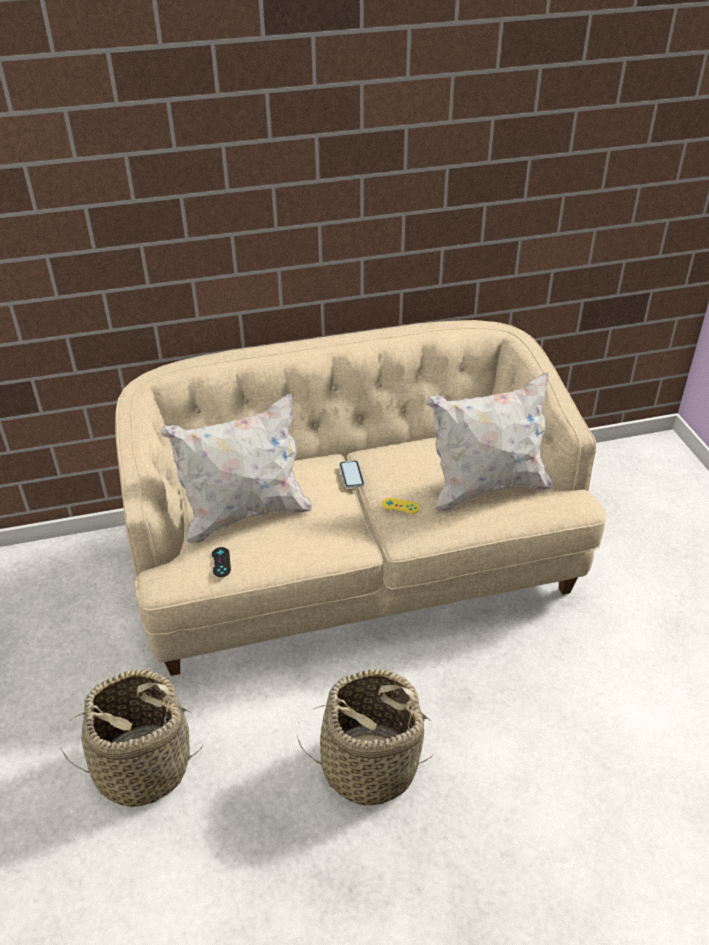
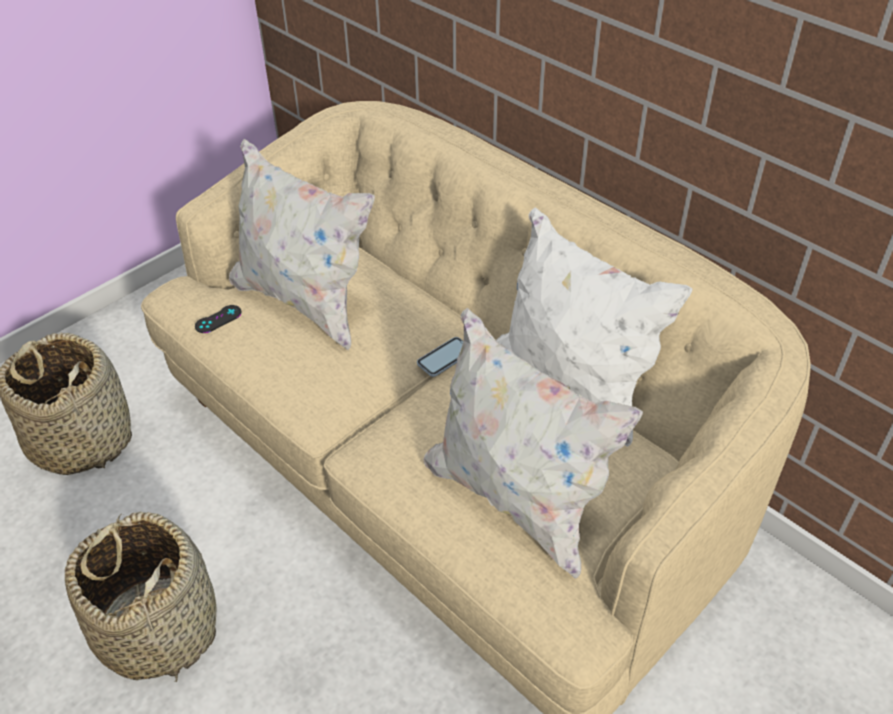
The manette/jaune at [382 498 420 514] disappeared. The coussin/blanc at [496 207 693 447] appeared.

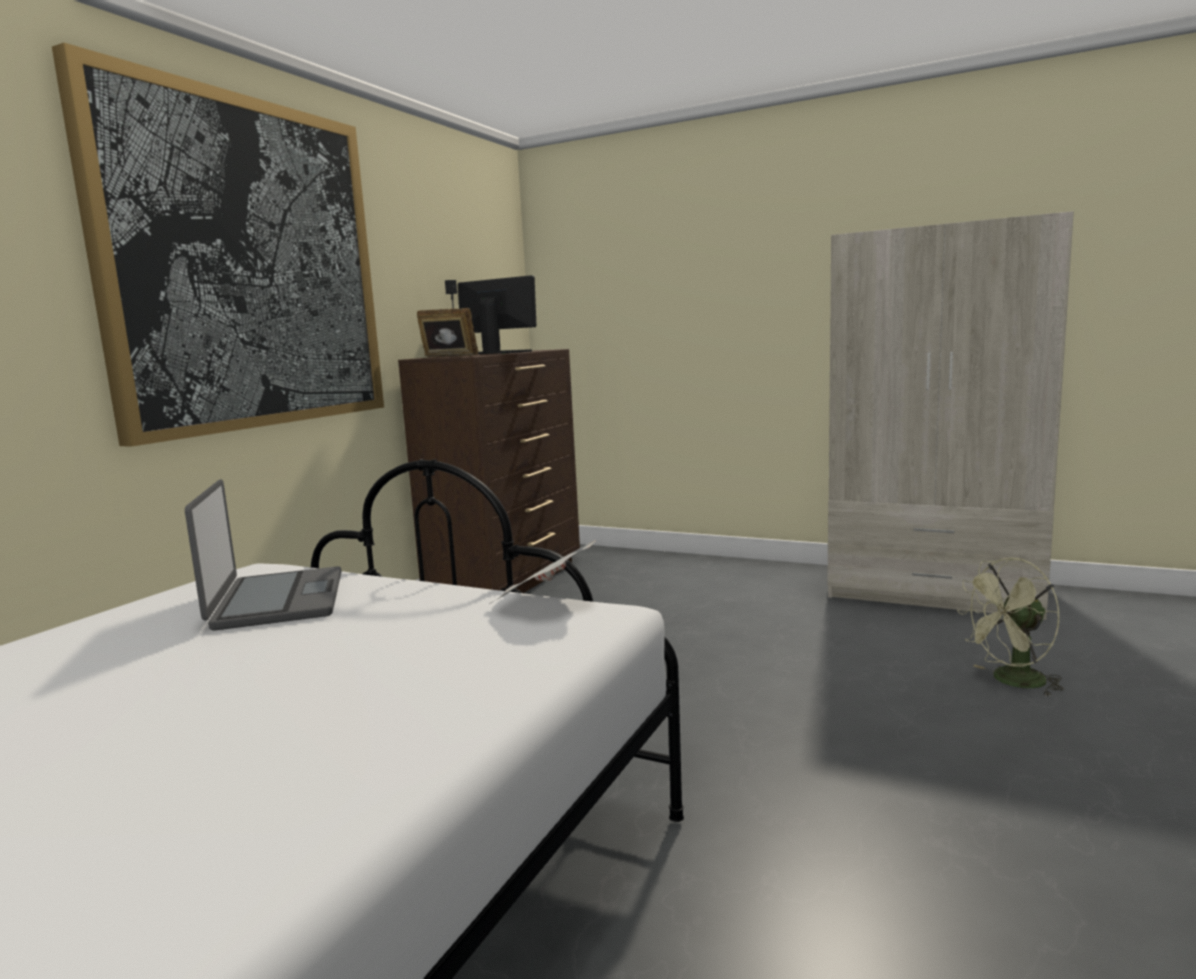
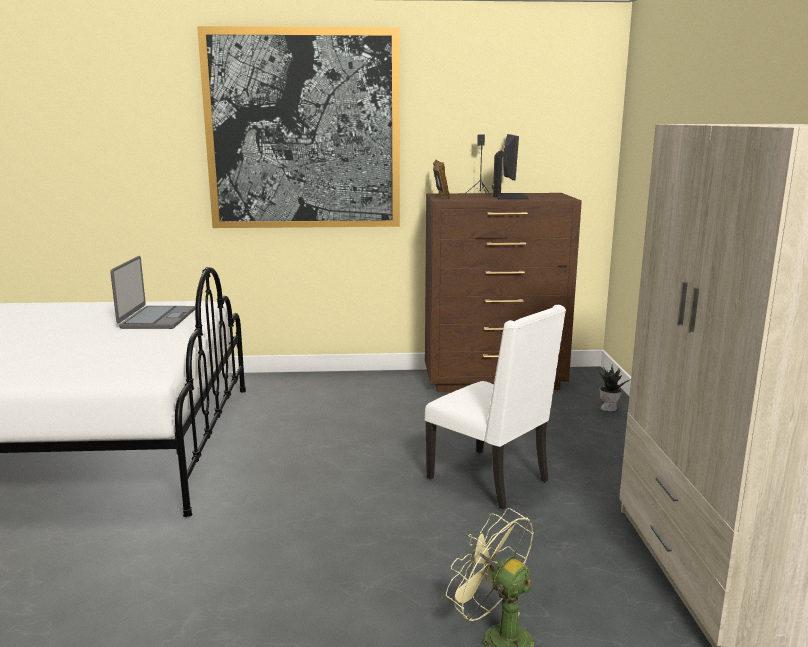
The ordinateur portable at [185 479 341 631] turned 45 degrees counterclockwise. The journal at [489 540 596 604] disappeared. The chaise/blanc at [425 305 566 509] appeared. The plante en pot at [599 366 631 412] appeared.

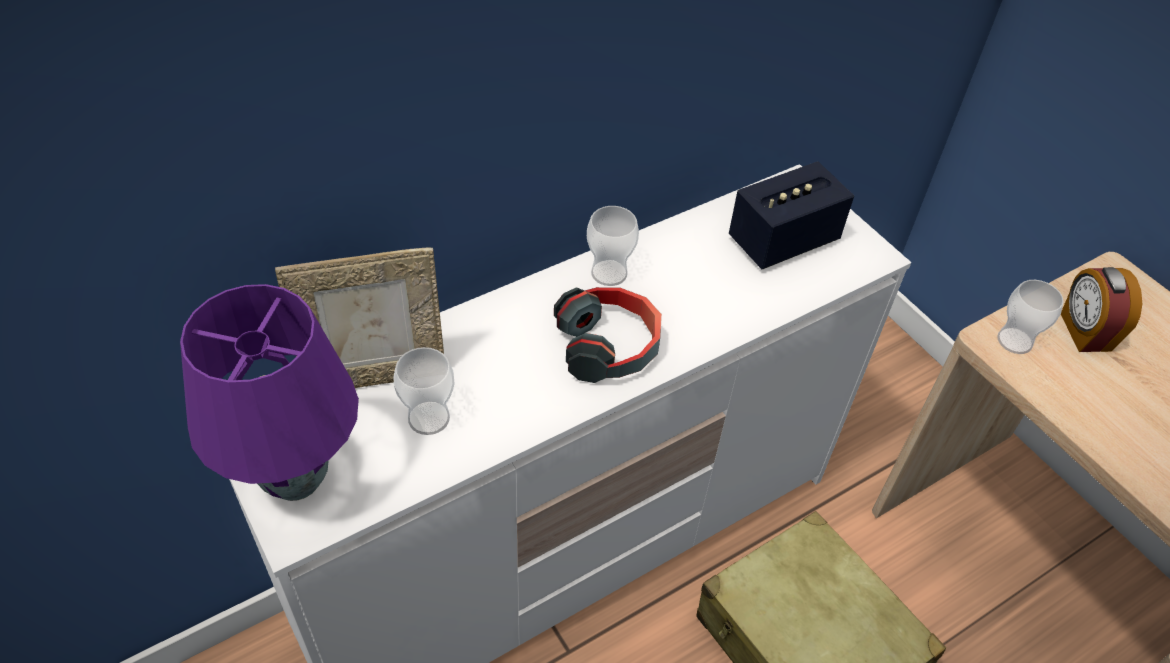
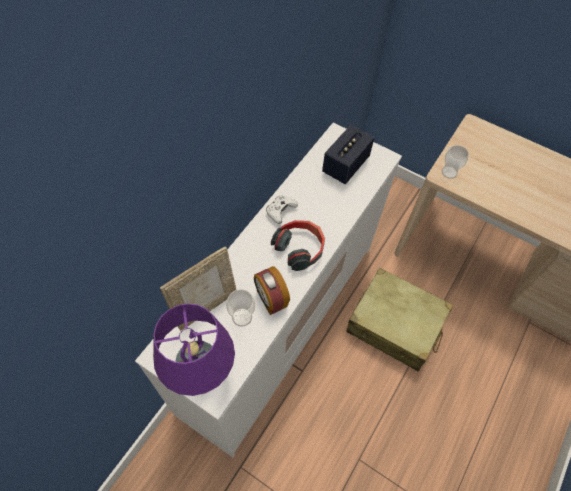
The tasse at [587 206 639 286] was replaced by the manette/blanc at [266 195 298 224]. The réveil moved from [1061 267 1142 352] to [254 266 290 315].

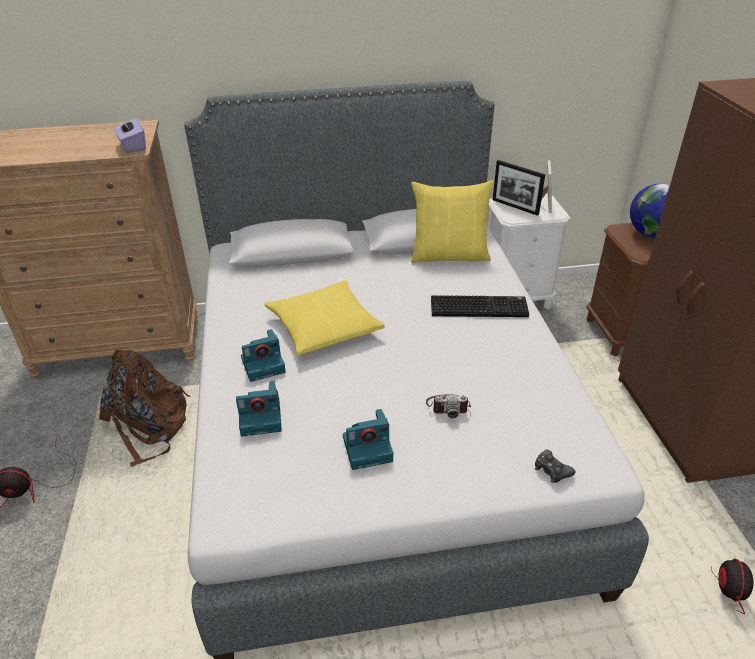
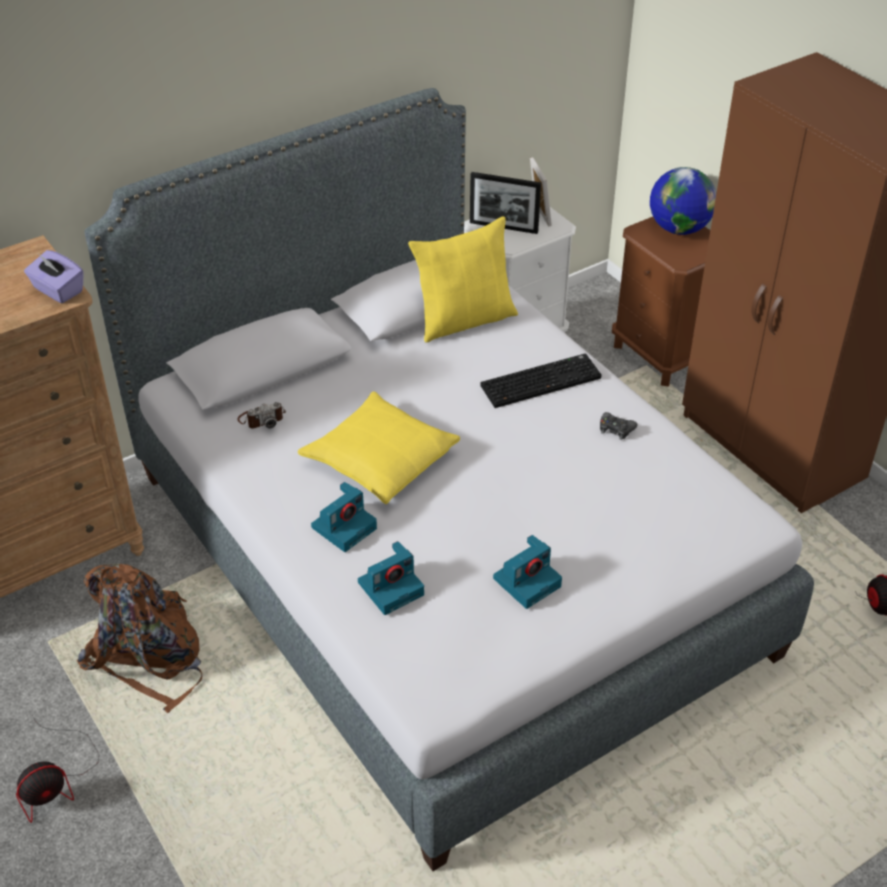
The appareil photo moved from [426 394 471 419] to [237 402 286 429]. The manette/noir moved from [535 450 576 483] to [600 412 637 440].

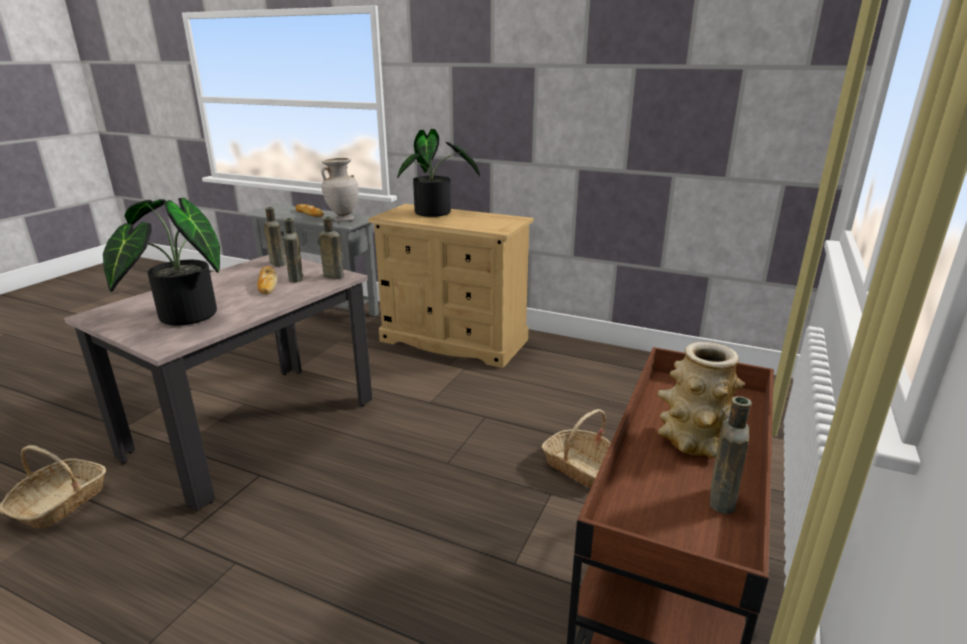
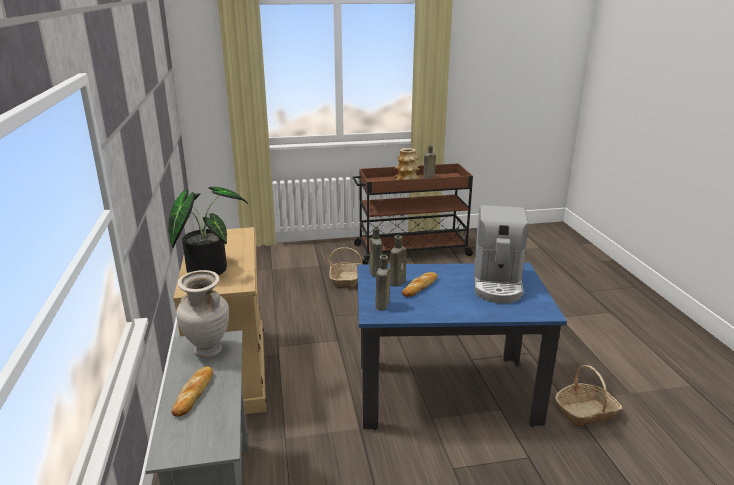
The table à manger/beige at [64 254 372 511] became the table à manger/bleu at [357 263 567 430]. The plante en pot at [103 198 220 326] was replaced by the machine à café at [474 205 529 303].

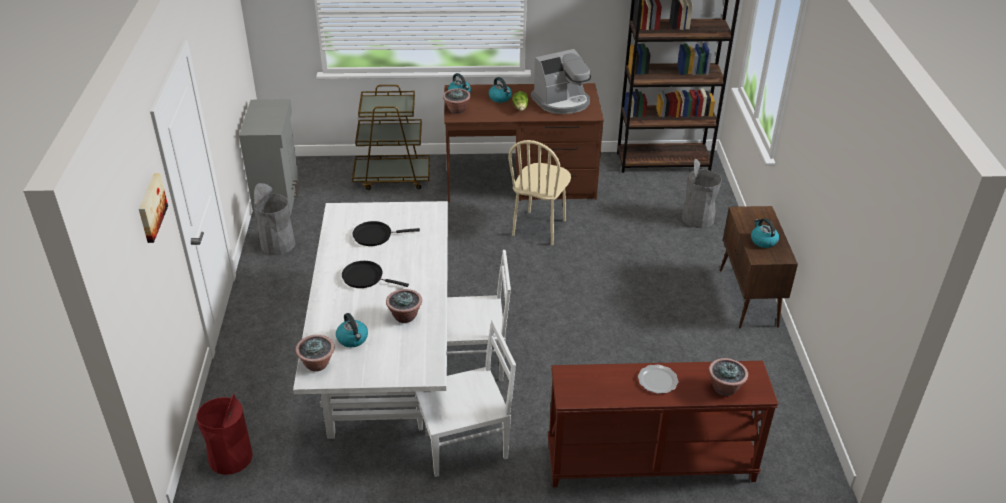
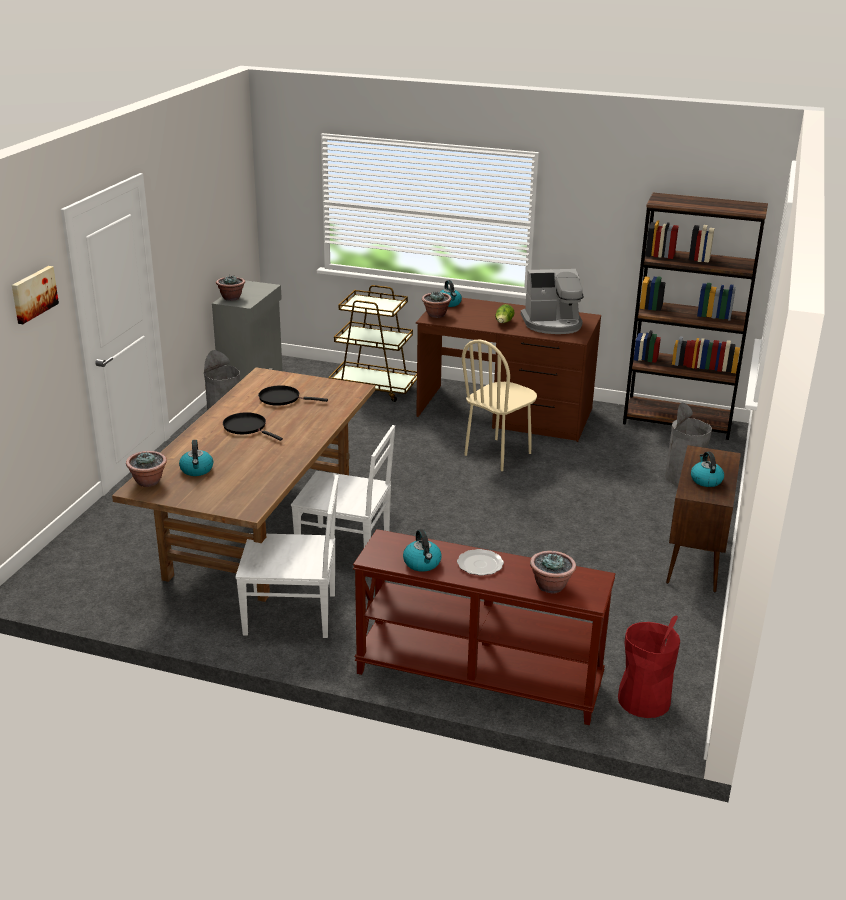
The poubelle/rouge moved from [196 393 253 475] to [618 615 680 718]. The table à manger/blanc at [293 201 448 439] became the table à manger/marron at [112 367 375 602]. The plante en pot moved from [386 289 422 323] to [216 275 245 301]. The bouilloire moved from [489 77 512 103] to [403 529 442 572].

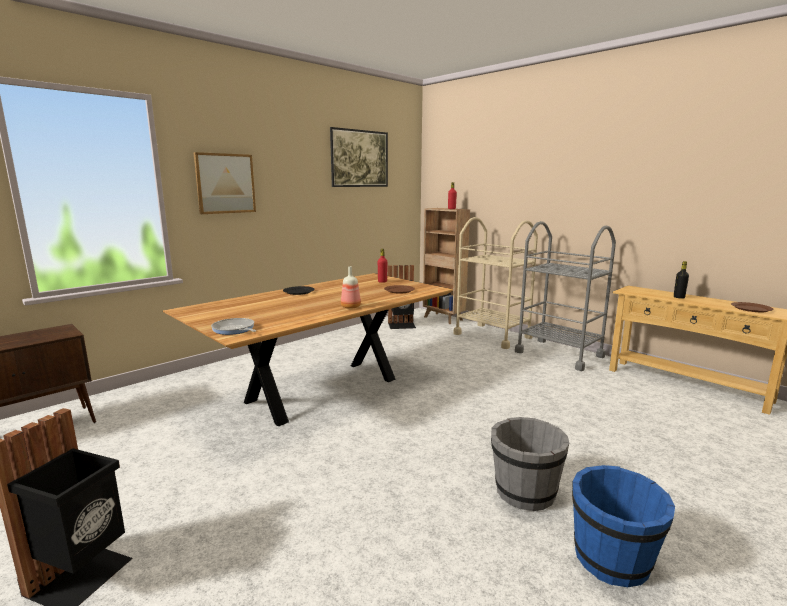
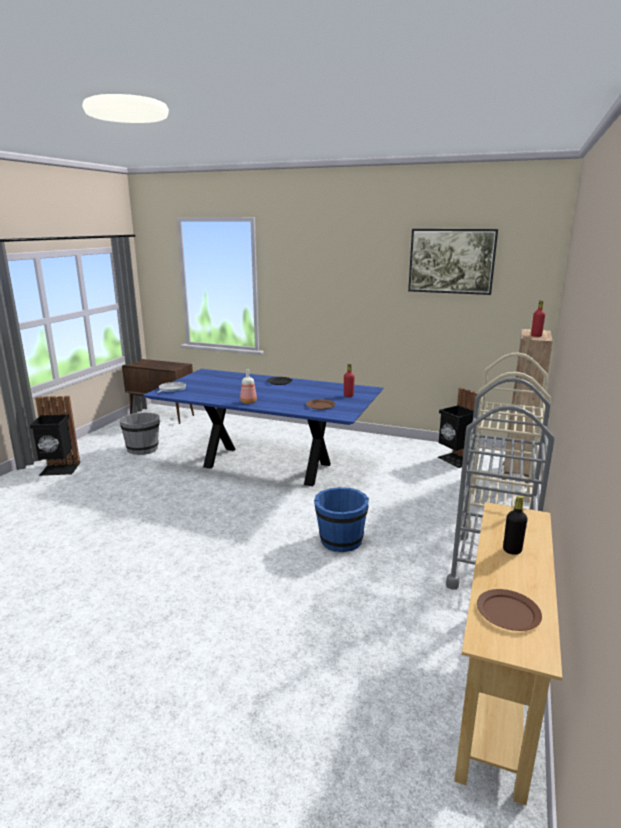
The table à manger/marron at [163 273 453 426] became the table à manger/bleu at [143 369 384 486]. The tableau at [193 152 256 214] disappeared. The seau/gris moved from [491 417 569 511] to [119 412 160 455]. The seau/bleu moved from [572 465 675 587] to [314 487 369 552].

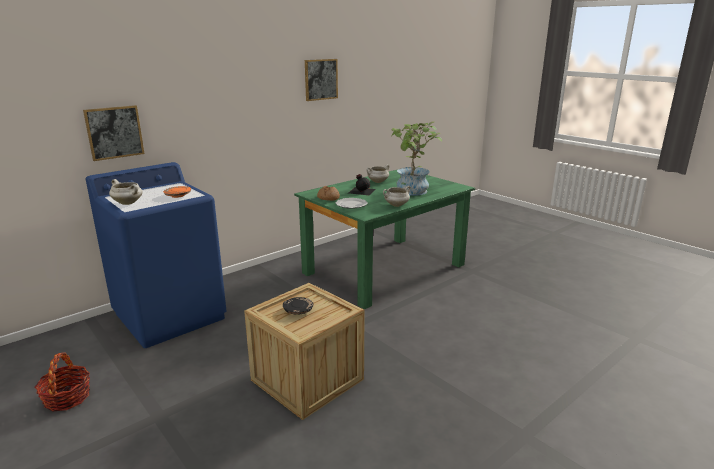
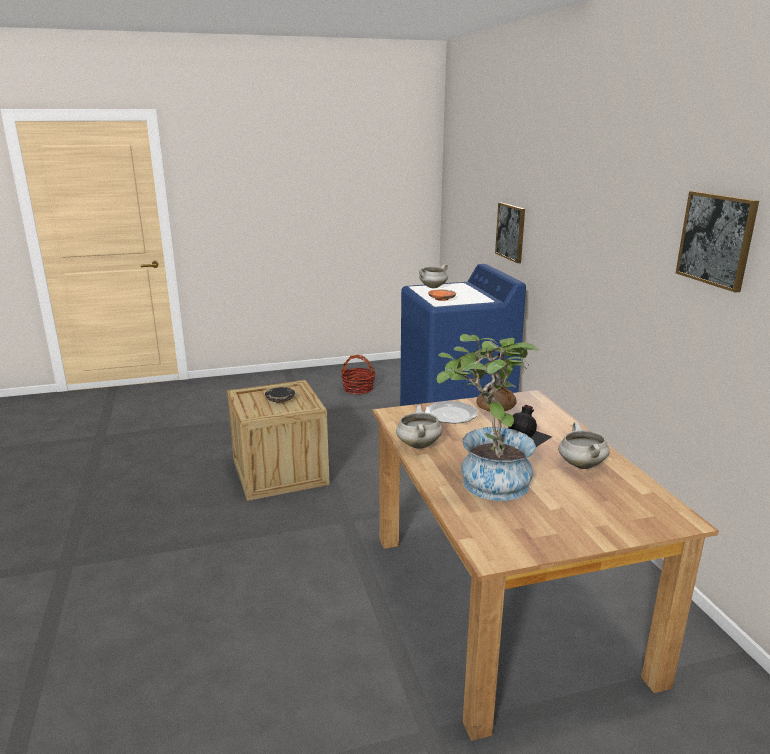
The table à manger/vert at [294 169 475 309] became the table à manger/marron at [372 390 719 741].

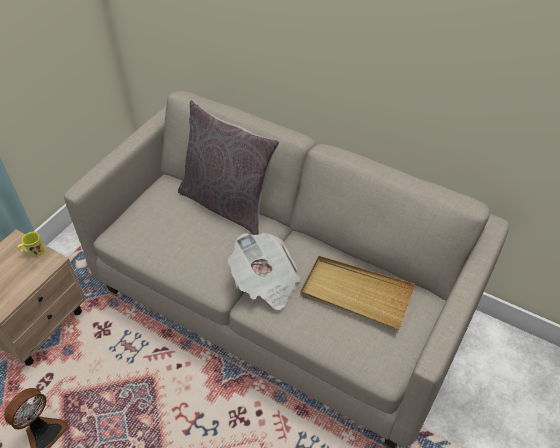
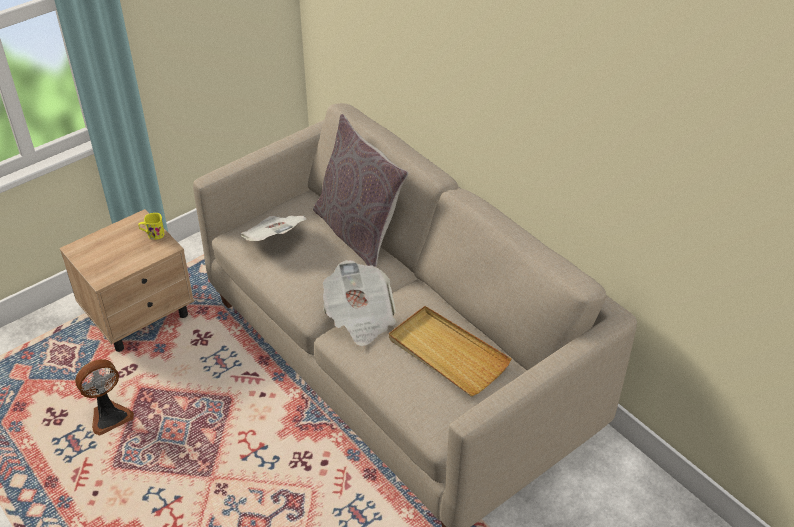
The journal at [240 215 306 241] appeared.

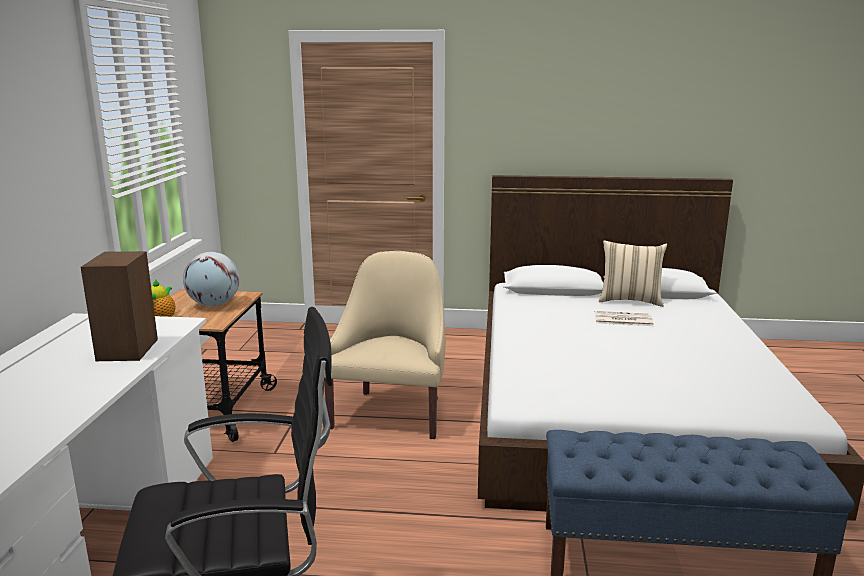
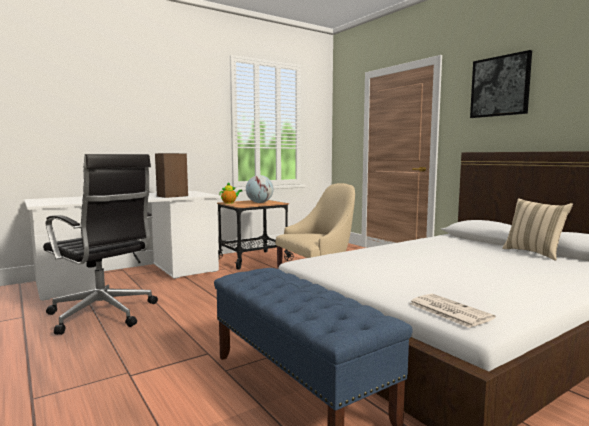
The journal moved from [595 311 653 326] to [409 294 496 328]. The tableau at [470 50 532 118] appeared.

